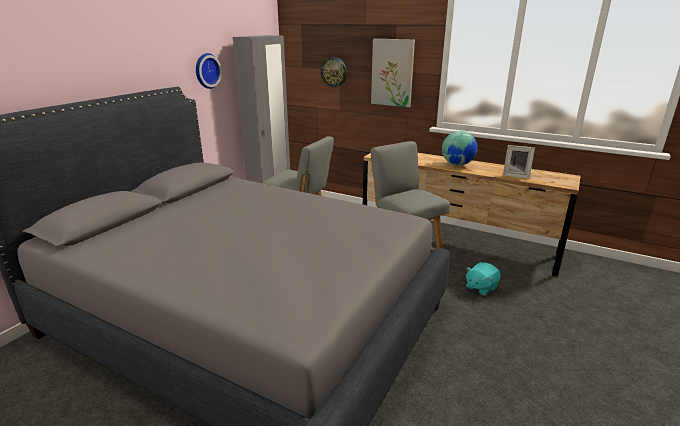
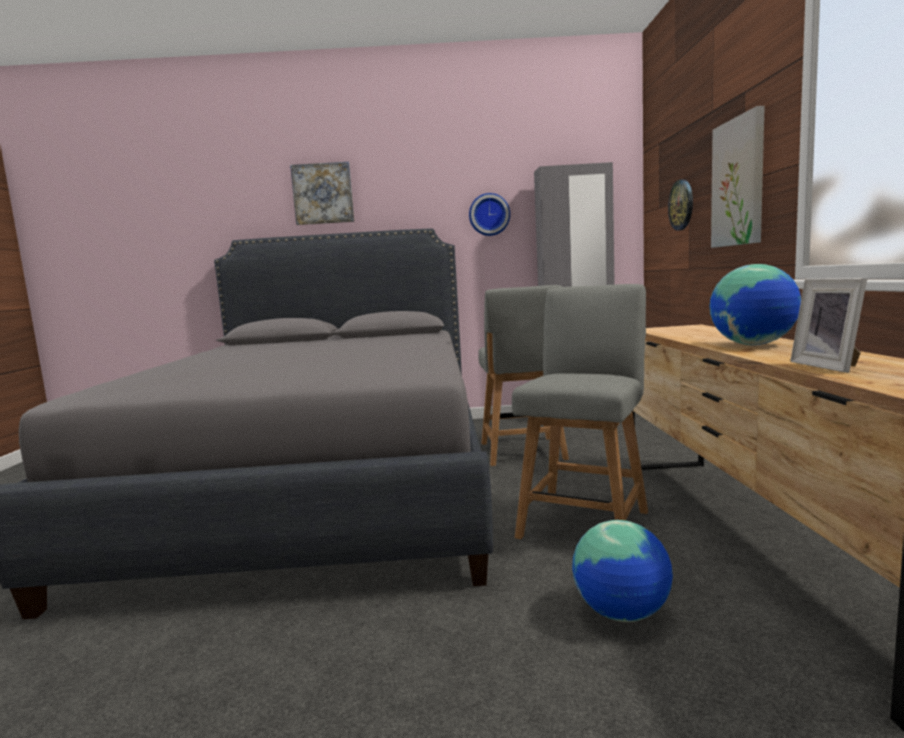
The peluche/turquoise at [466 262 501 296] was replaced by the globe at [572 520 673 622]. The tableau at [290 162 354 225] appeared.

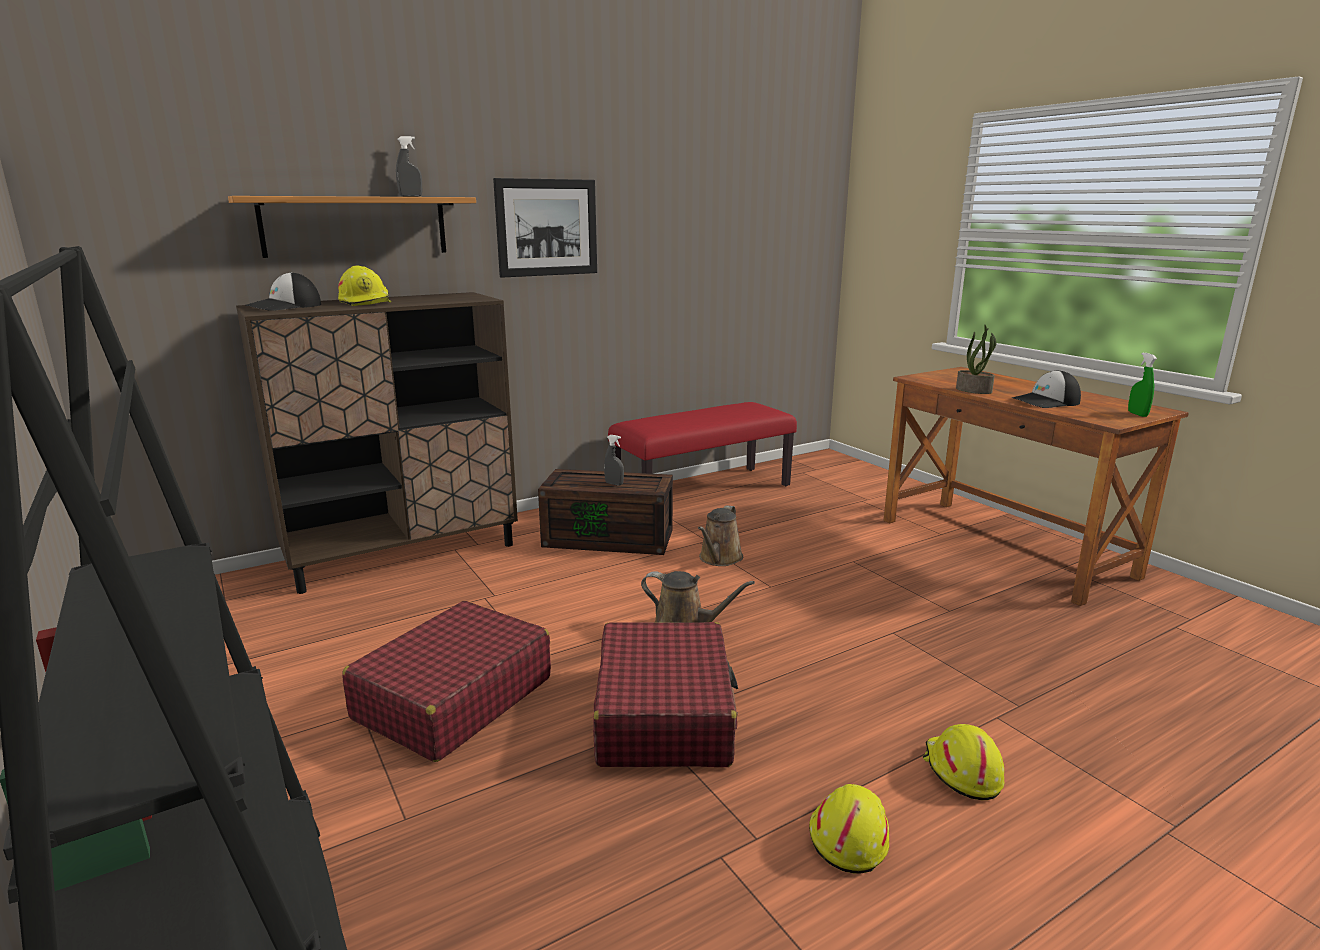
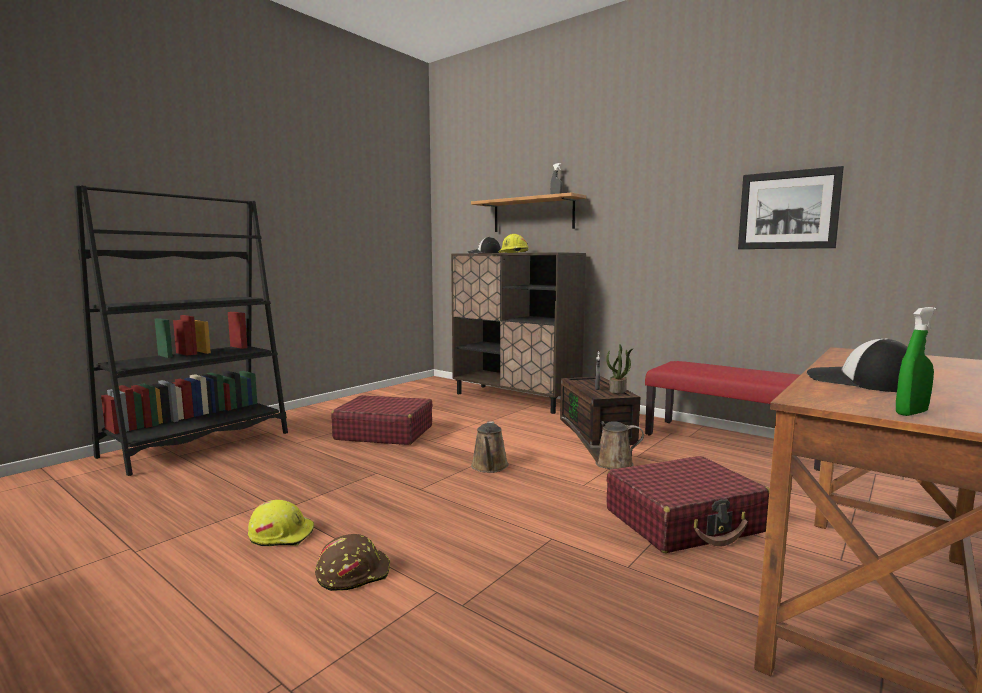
The tableau moved from [493 178 597 278] to [738 166 844 249]. The valise/rouge moved from [593 622 738 767] to [606 456 770 553]. The casque de chantier/jaune at [923 724 1004 800] became the casque de chantier/marron at [315 534 390 591]. The plante en pot moved from [956 325 997 394] to [606 344 633 393].

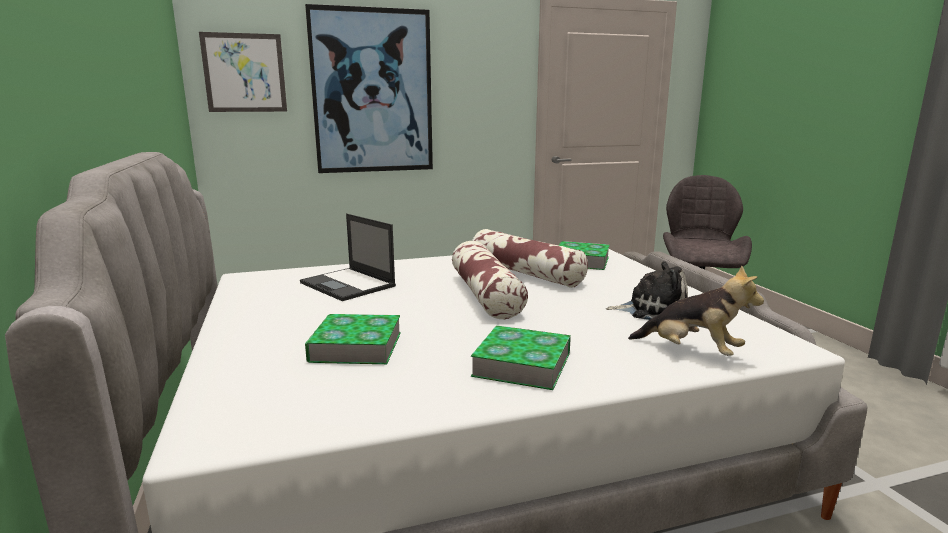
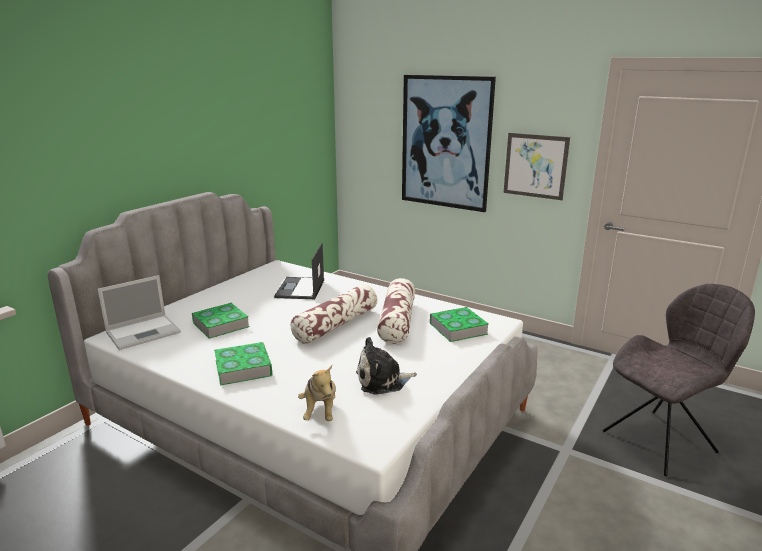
The tableau moved from [199 32 287 112] to [503 133 570 200]. The peluche at [606 261 688 320] turned 105 degrees clockwise. The ordinateur portable at [97 275 181 350] appeared.

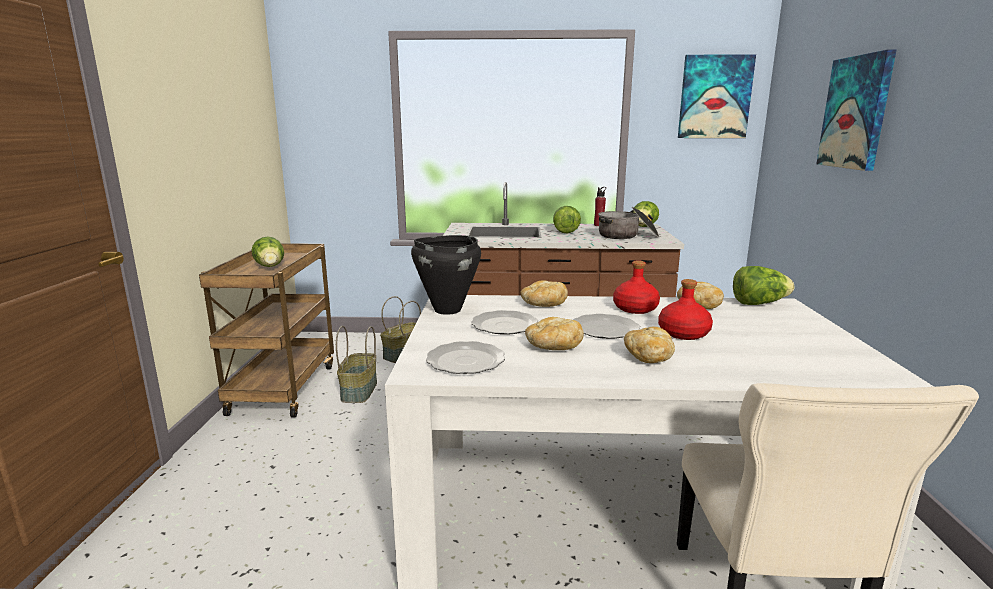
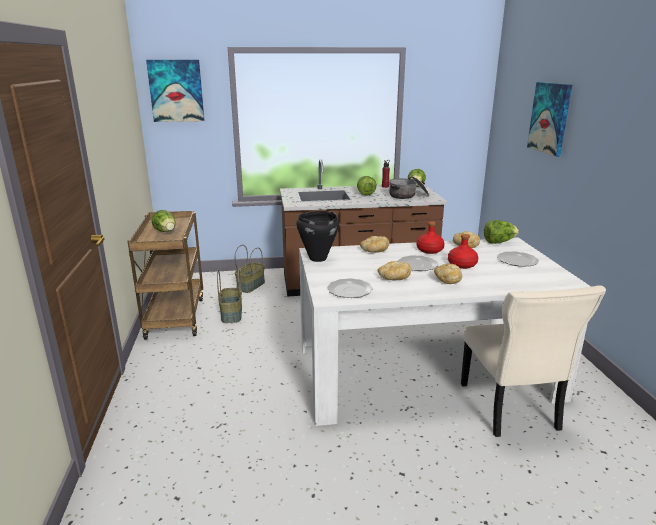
The assiette moved from [471 310 538 335] to [497 251 539 267]. The tableau moved from [678 54 756 138] to [146 60 205 122].

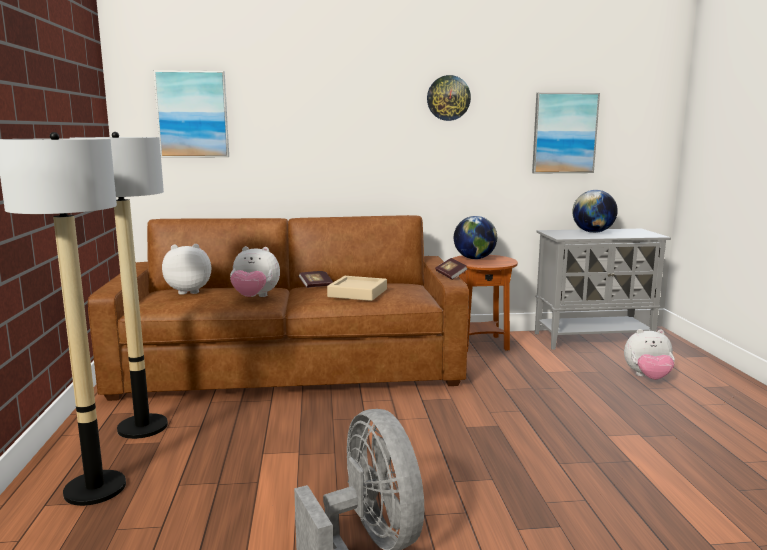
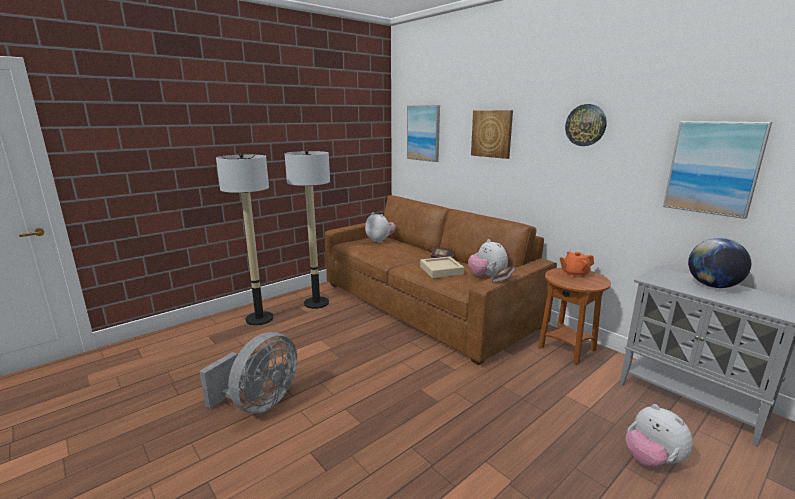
The peluche moved from [230 246 280 297] to [468 239 508 278]. The globe at [454 216 497 259] was replaced by the théière/orange at [560 251 594 277]. The tableau at [471 110 513 159] appeared.

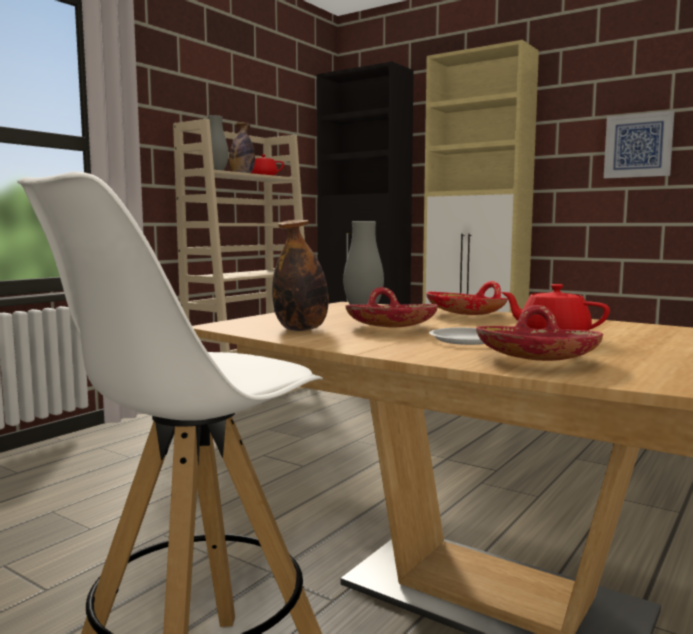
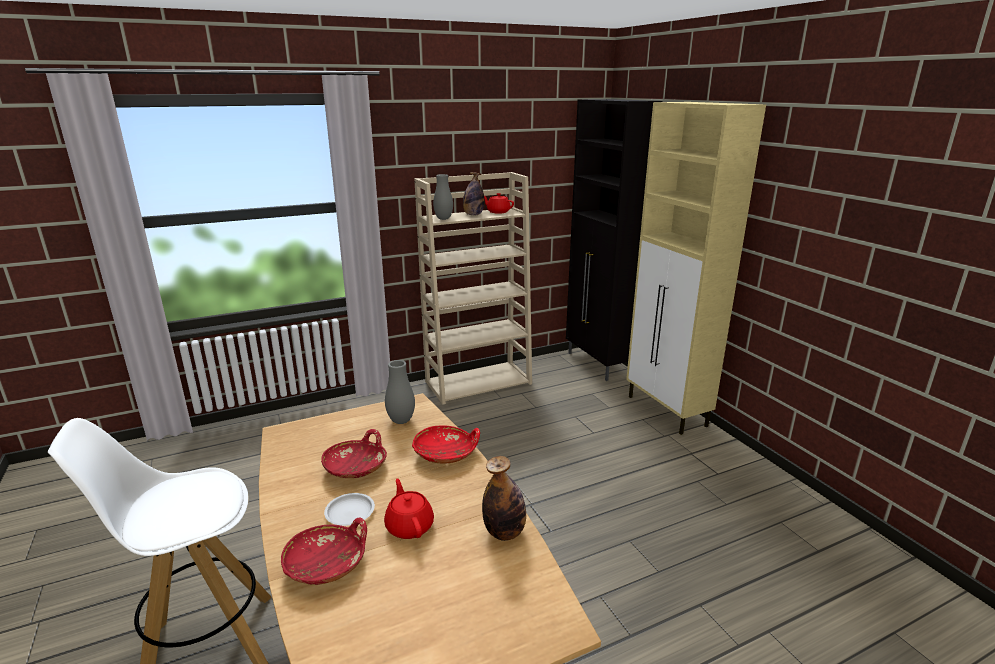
The bouteille moved from [272 220 329 331] to [482 456 526 541]. The tableau at [604 110 675 179] disappeared.

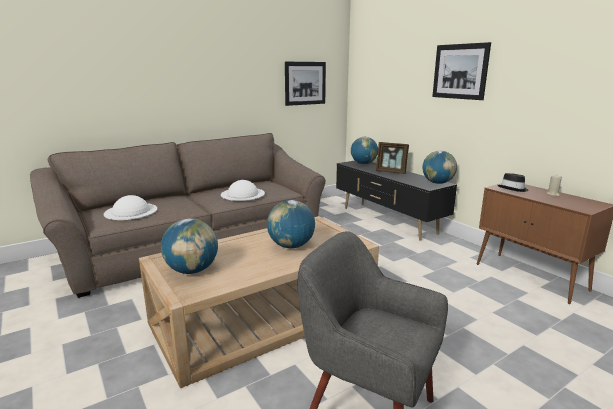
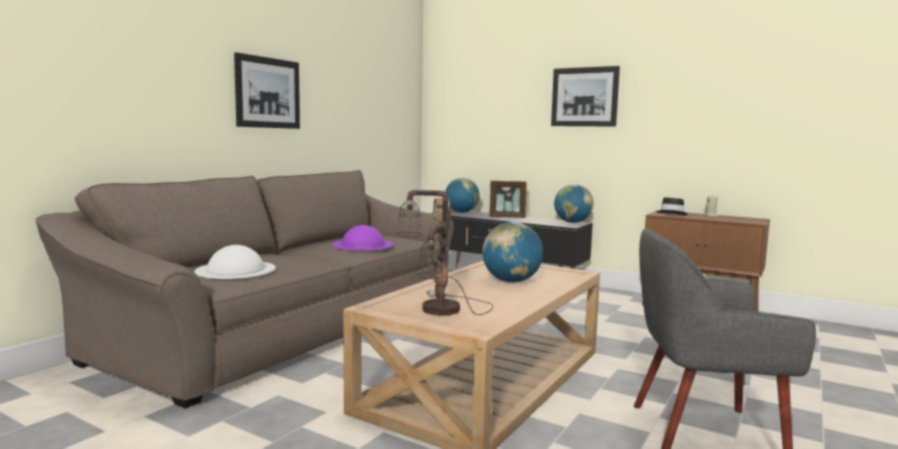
The globe at [161 218 218 274] was replaced by the lampe de table at [396 190 493 316]. The chapeau/blanc at [221 180 265 201] became the chapeau/violet at [332 225 394 251]. The tableau moved from [285 62 326 106] to [234 52 300 129].

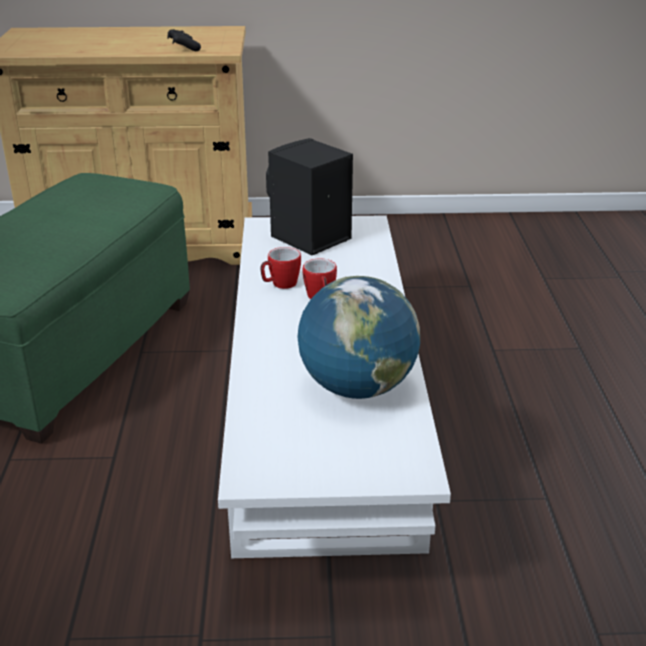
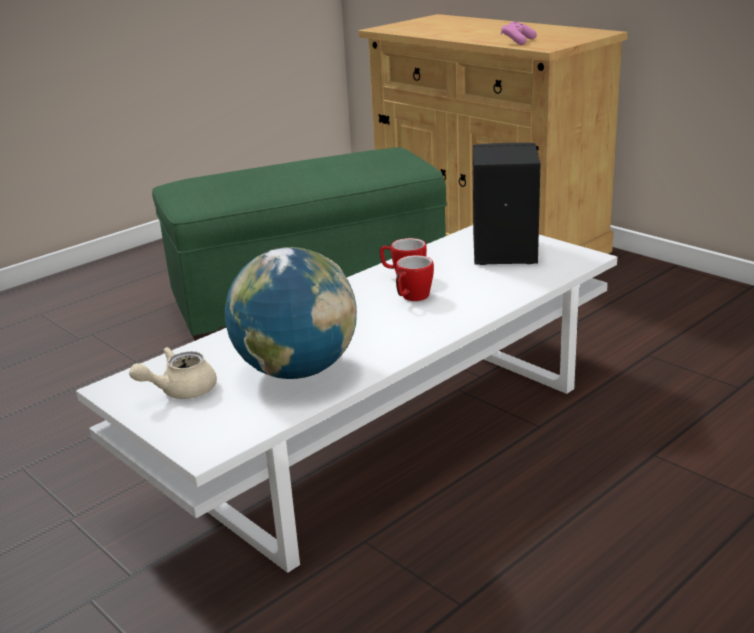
The manette/noir at [167 29 201 51] became the manette/rose at [501 21 537 45]. The théière/beige at [129 347 217 399] appeared.

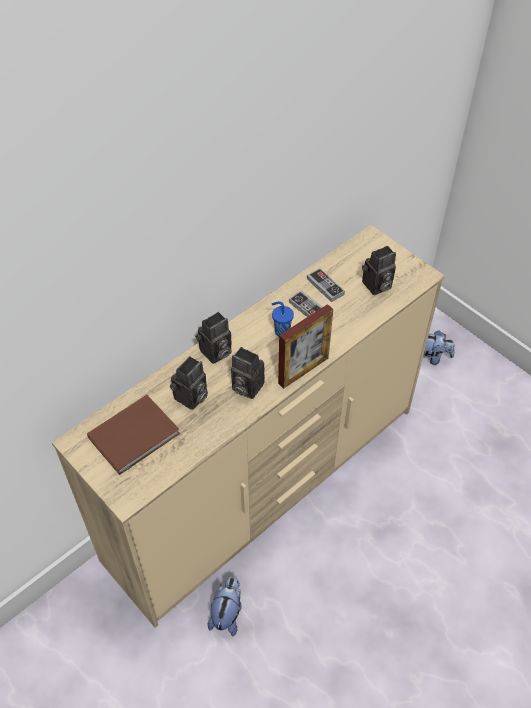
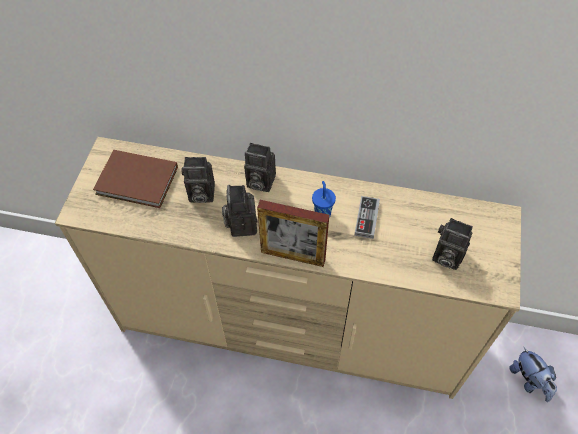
The peluche at [208 577 242 637] disappeared. The manette at [307 268 345 302] disappeared.

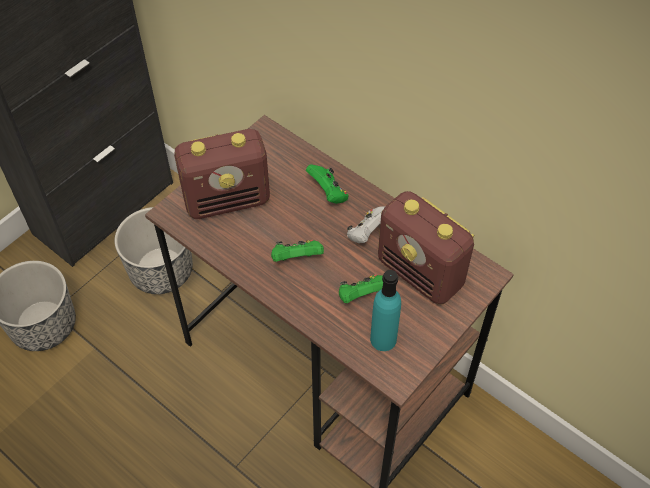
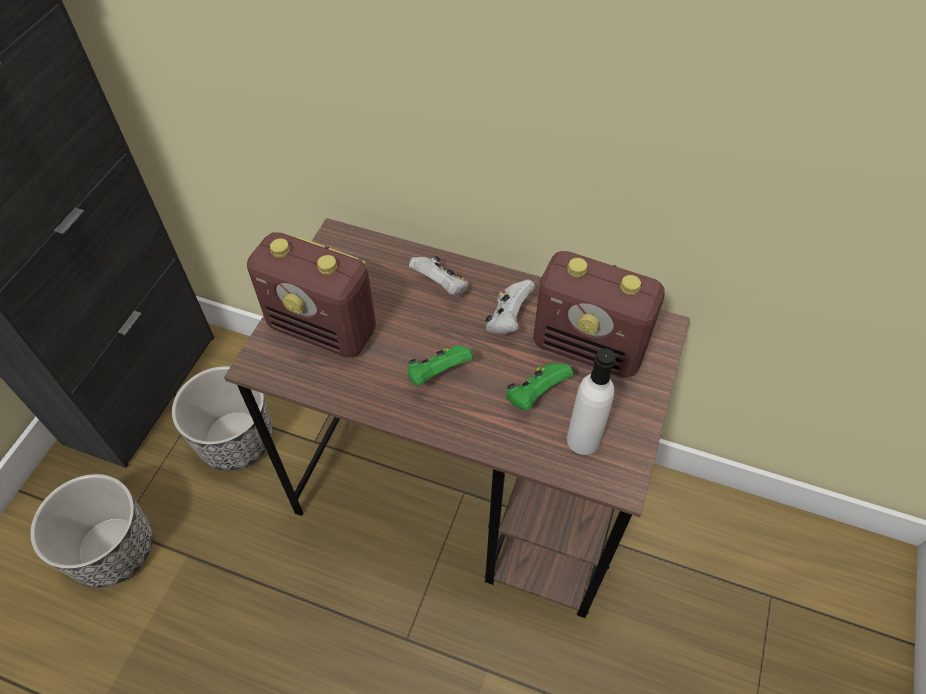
The radio at [174 129 270 219] turned 60 degrees clockwise. The manette/vert at [306 164 348 204] became the manette/blanc at [409 256 468 295]. The bouteille/turquoise at [370 270 401 351] became the bouteille/blanc at [567 348 616 455].

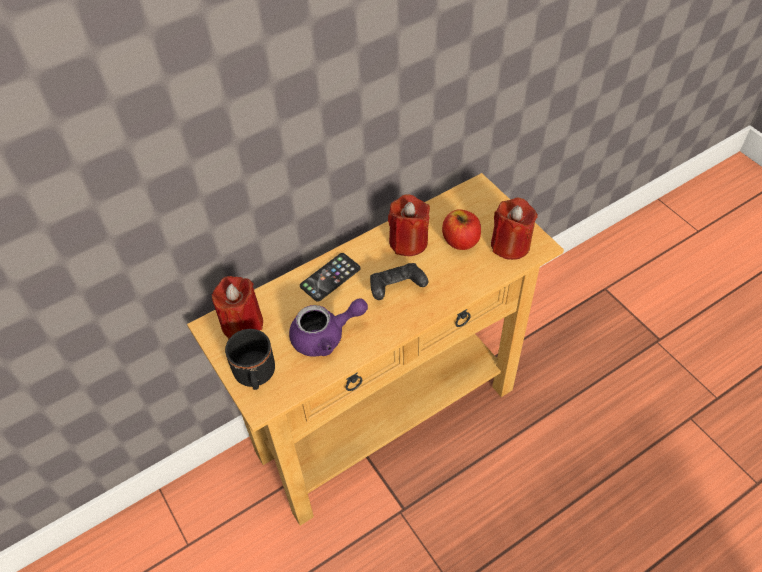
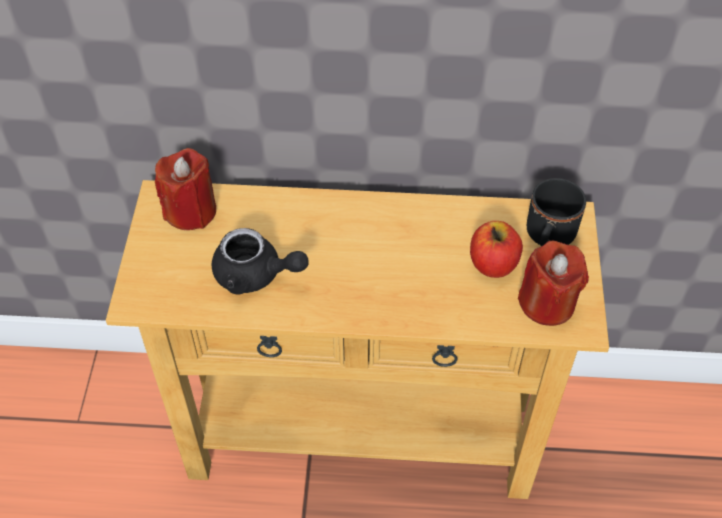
The mug/noir moved from [225 329 275 390] to [527 178 586 246]. The théière/violet at [289 298 368 357] became the théière/noir at [212 228 308 295]. The téléphone at [300 253 361 302] disappeared. The manette/noir at [370 263 428 300] disappeared. The bougie/rouge at [388 194 430 256] disappeared.

